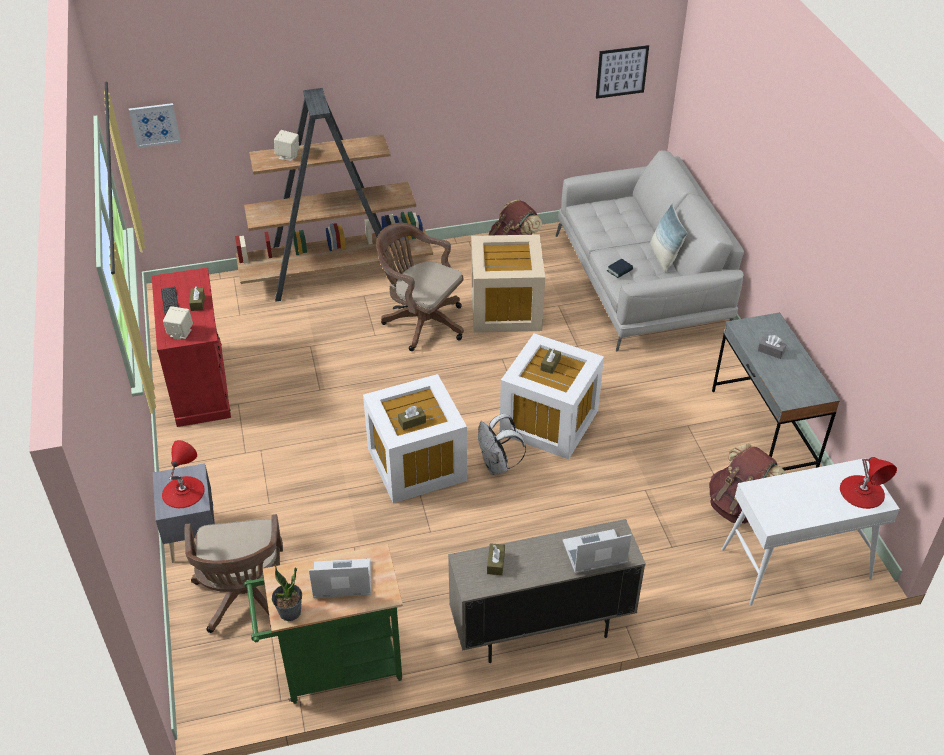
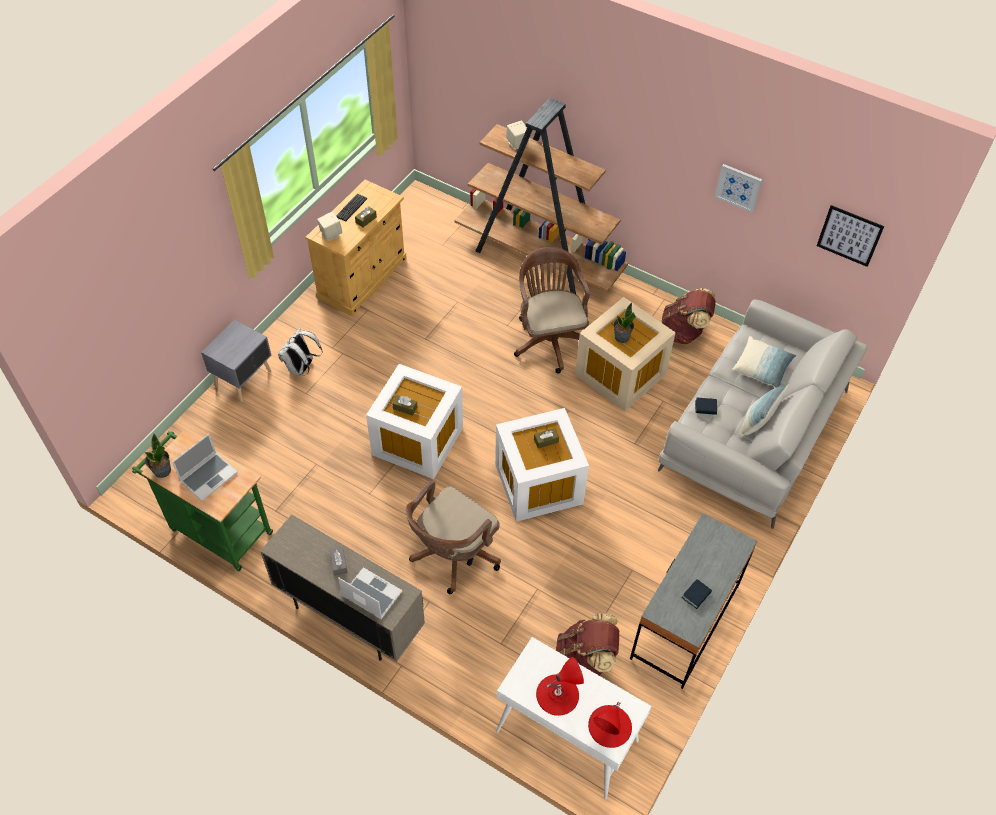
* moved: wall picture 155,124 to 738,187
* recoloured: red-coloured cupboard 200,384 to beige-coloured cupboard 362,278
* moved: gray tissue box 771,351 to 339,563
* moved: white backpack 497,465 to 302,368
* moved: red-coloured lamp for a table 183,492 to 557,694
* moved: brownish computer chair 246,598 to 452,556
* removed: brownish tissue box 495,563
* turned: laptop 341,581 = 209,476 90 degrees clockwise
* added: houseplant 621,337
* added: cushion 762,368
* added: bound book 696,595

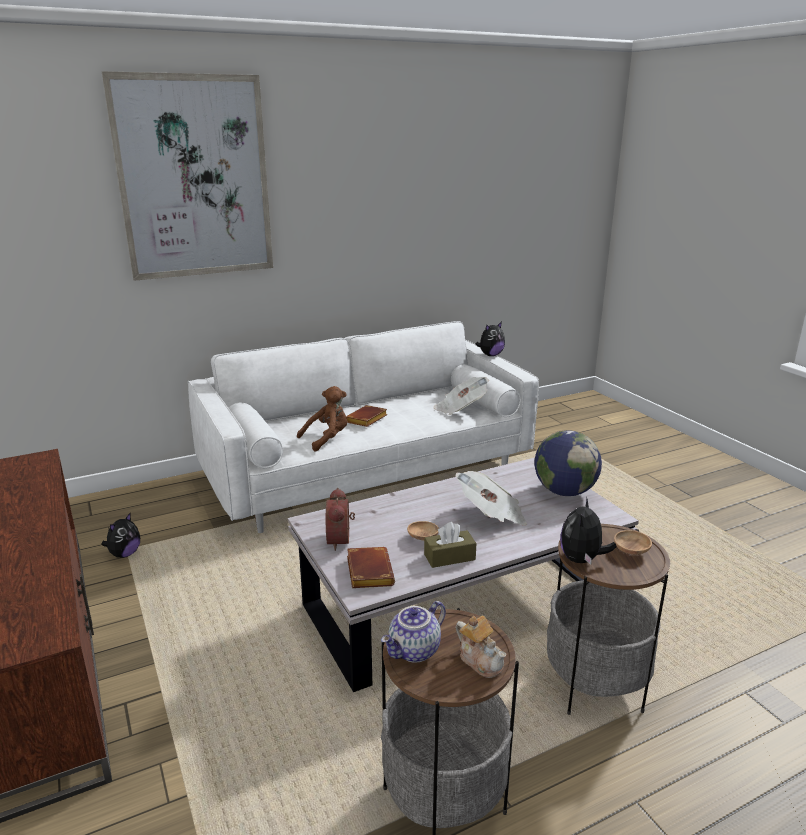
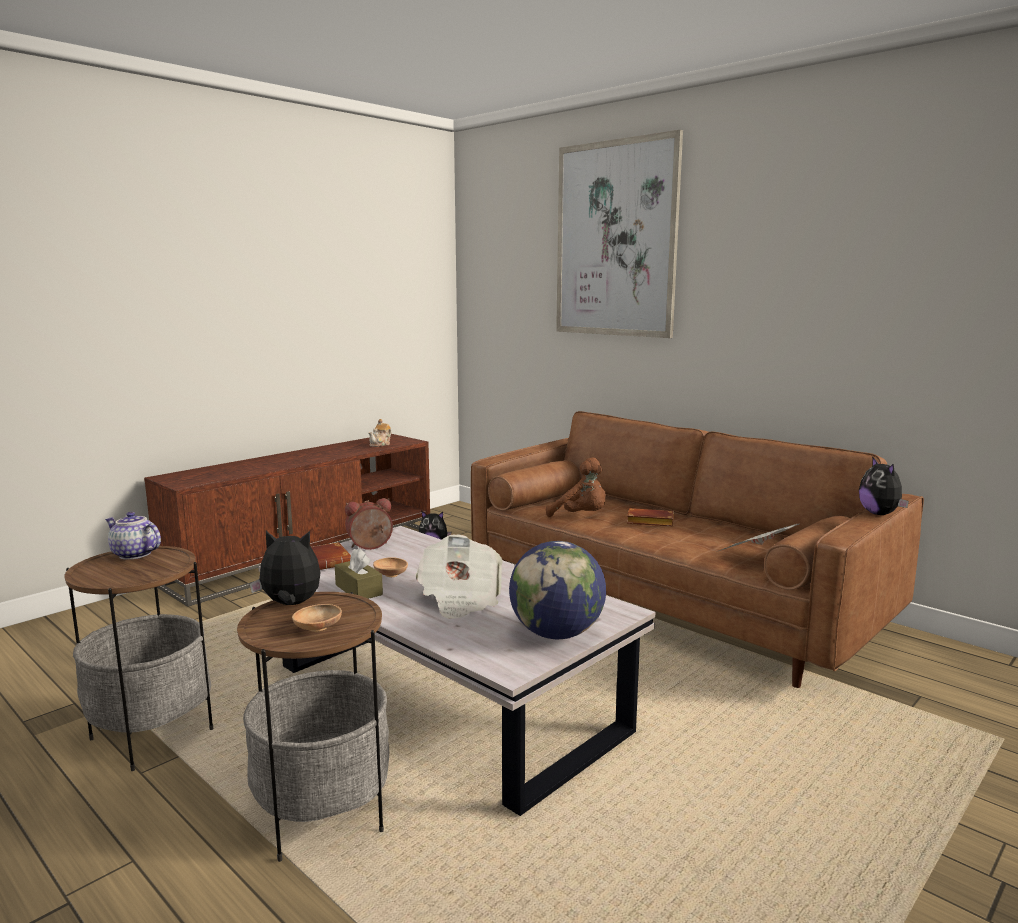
* recoloured: white couch 366,473 to brownish couch 671,602
* turned: soft toy 490,355 = 880,514 45 degrees clockwise
* moved: tea pot 480,660 to 381,444

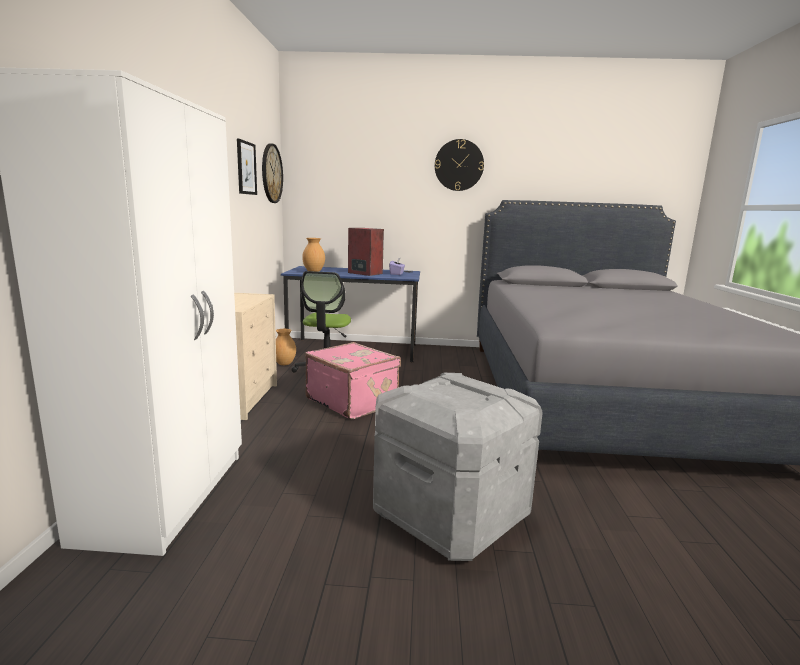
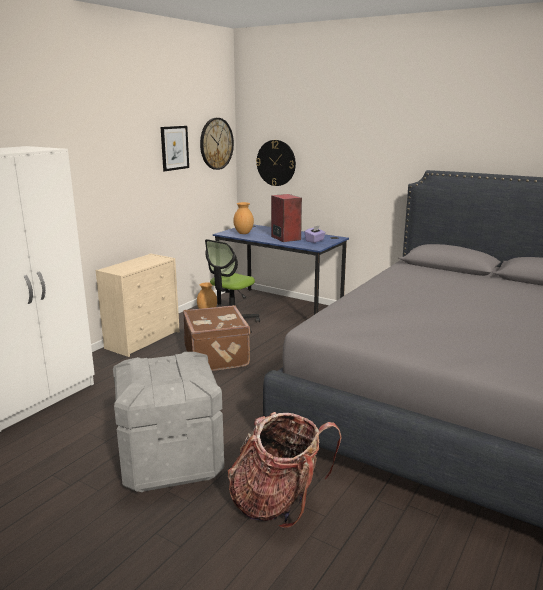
* moved: hanging clock 459,165 to 276,163
* recoloured: pinkish travel case 353,401 to brownish travel case 217,356
* added: backpack 278,502

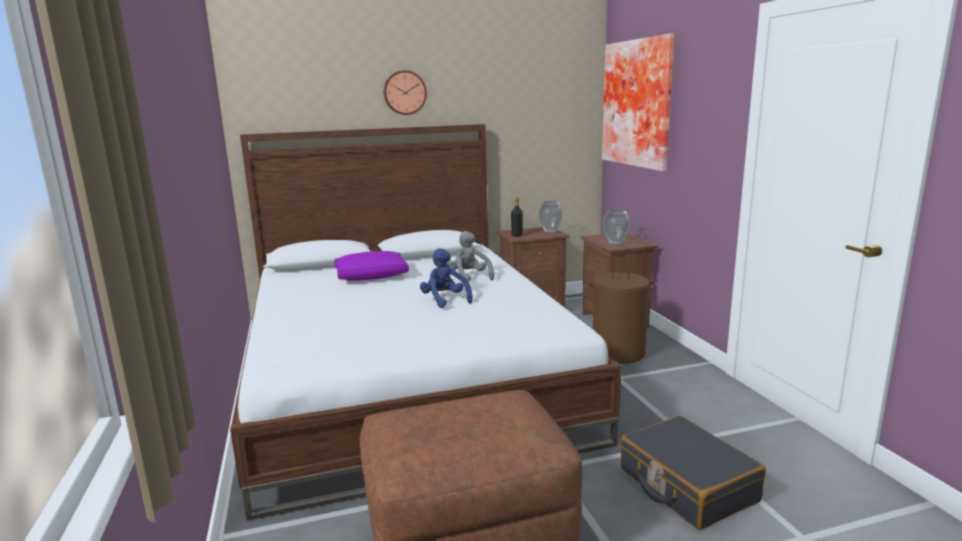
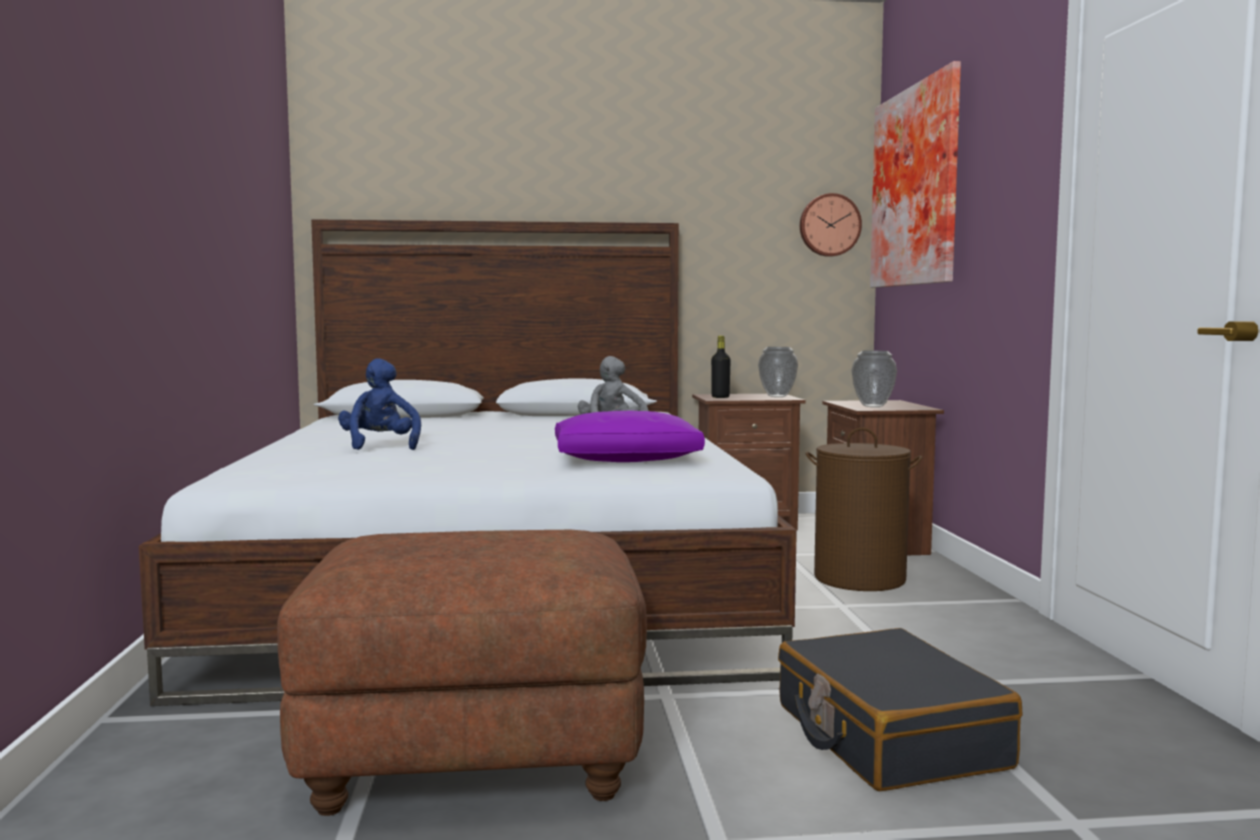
* moved: hanging clock 404,92 to 829,225
* moved: blue soft toy 445,300 to 380,446
* moved: purple-coloured cushion 372,276 to 628,459

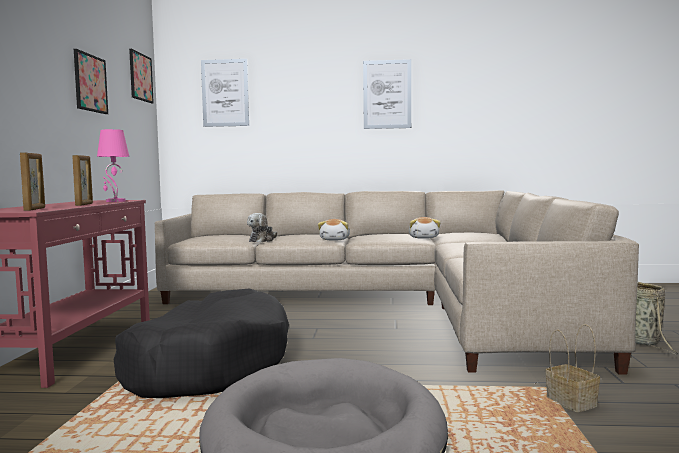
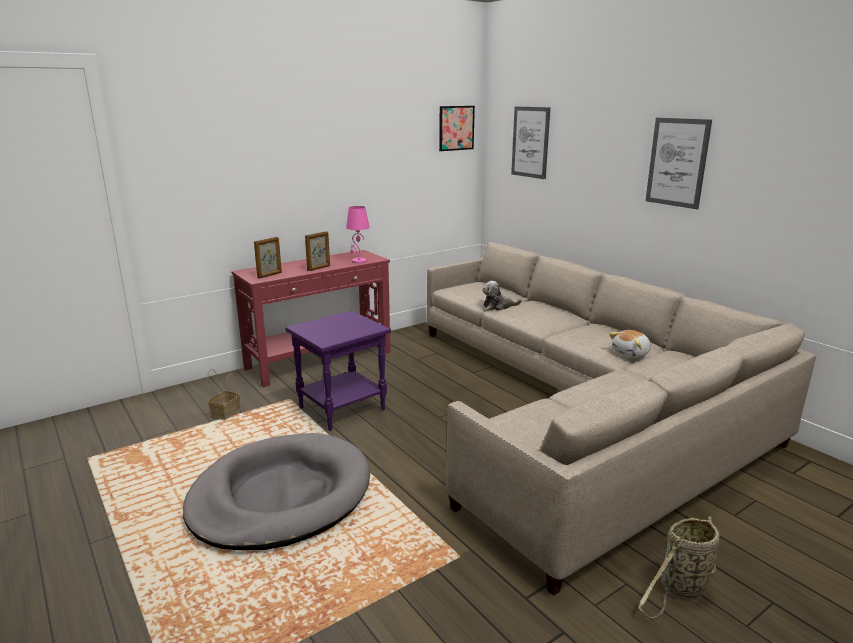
* removed: wall picture 90,83
* removed: soft toy 335,240
* replaced: black dog cushion 208,365 to purple-coloured side table 342,409
* moved: household basket 569,402 to 226,413

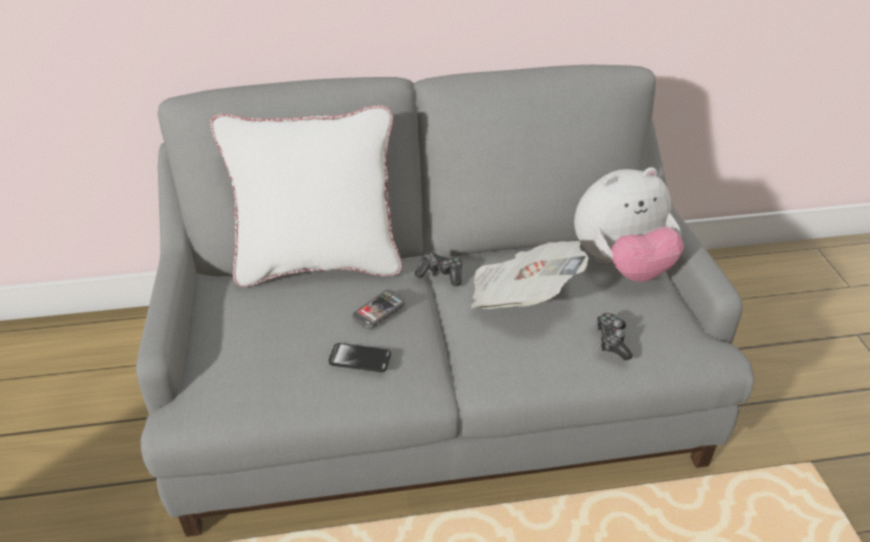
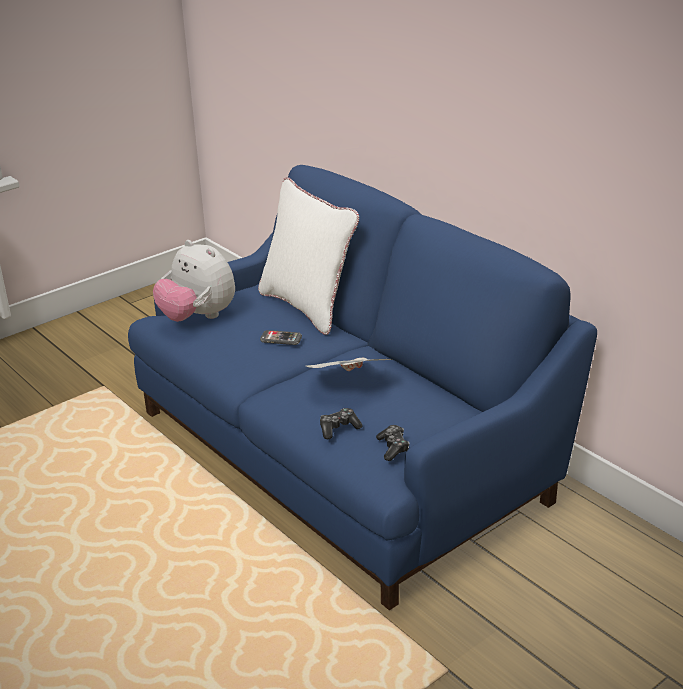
* recoloured: gray couch 436,383 to blue couch 345,451
* moved: soft toy 621,265 to 198,317
* moved: game controller 441,274 to 393,448
* removed: handset 360,359

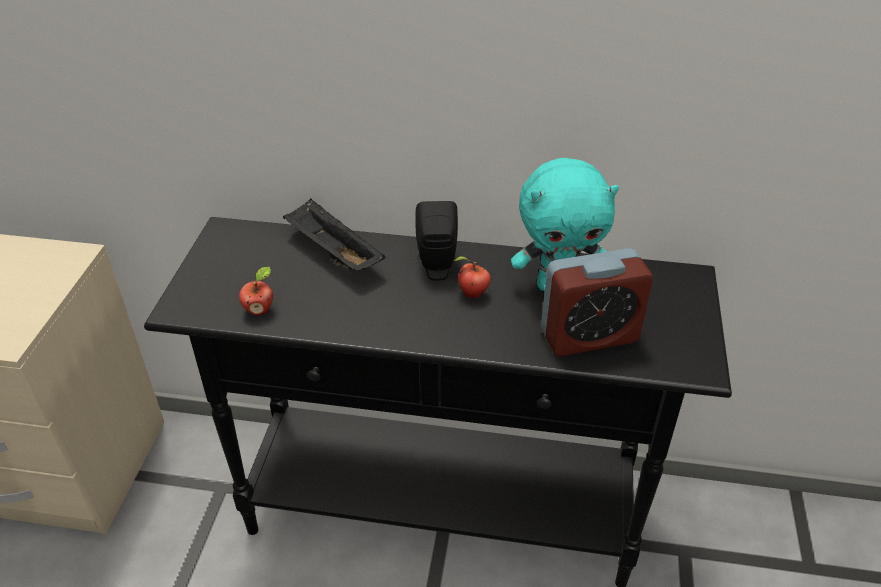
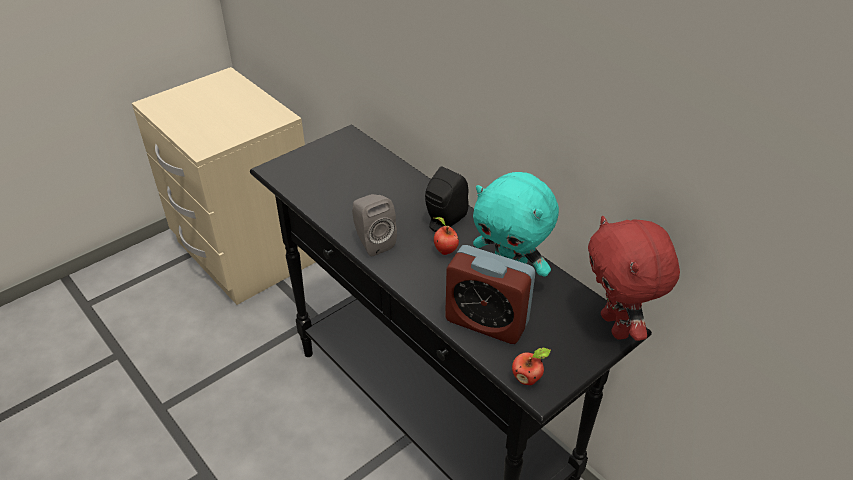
* removed: black serving tray 332,252
* moved: apple fruit 260,310 to 528,379
* added: gray audio speaker 373,242
* added: red-coloured soft toy 617,326

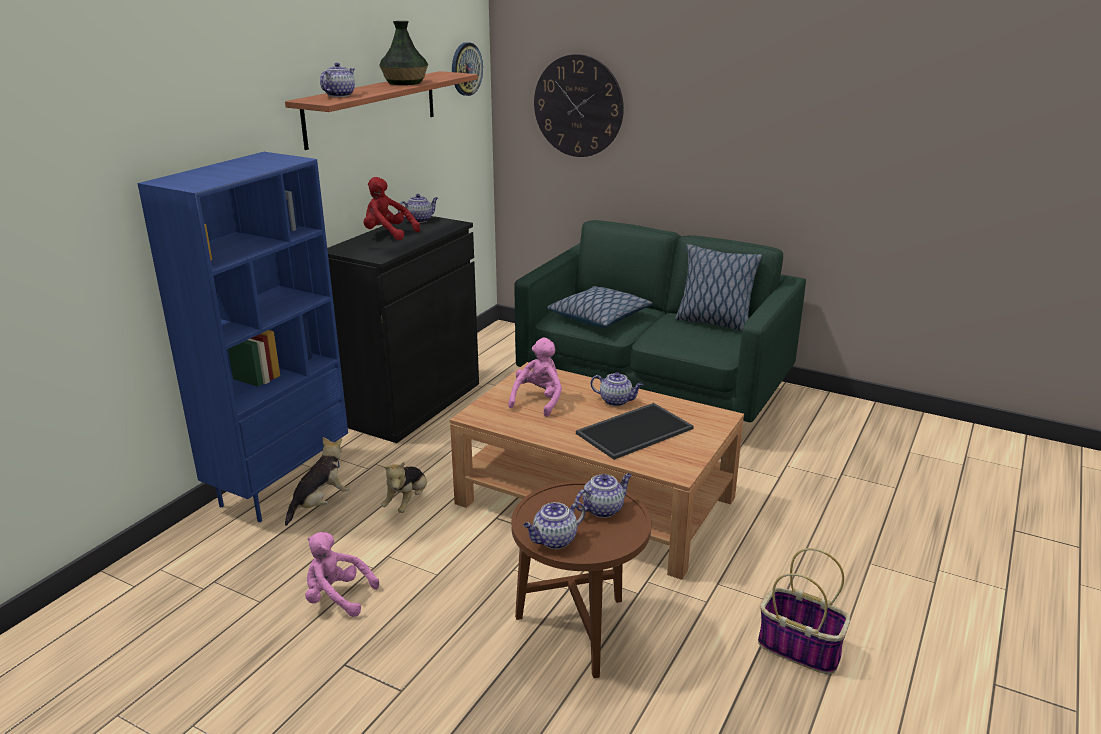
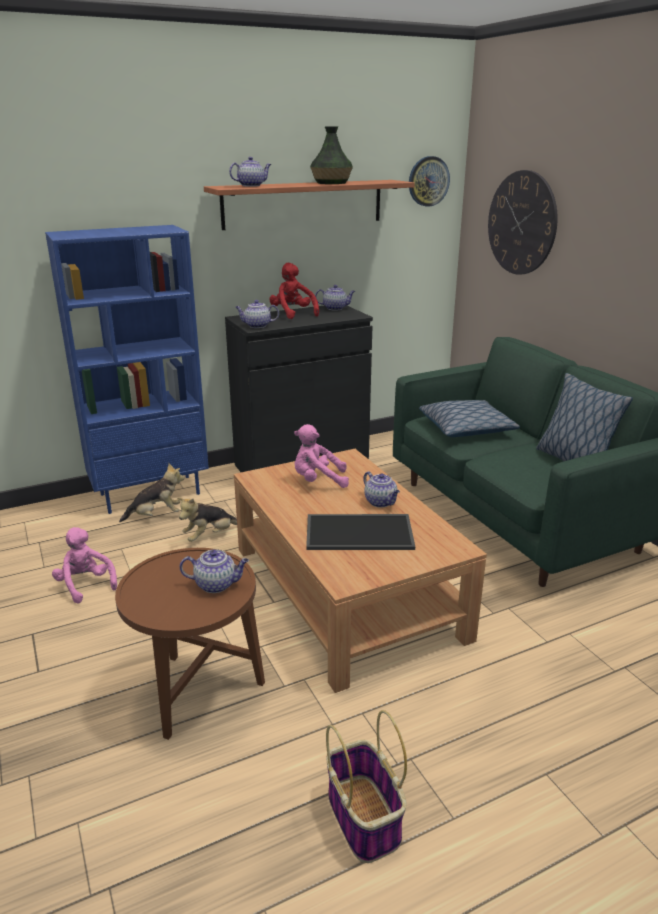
* turned: pinkish soft toy 538,400 = 318,481 150 degrees counterclockwise
* moved: tea pot 554,541 to 257,326

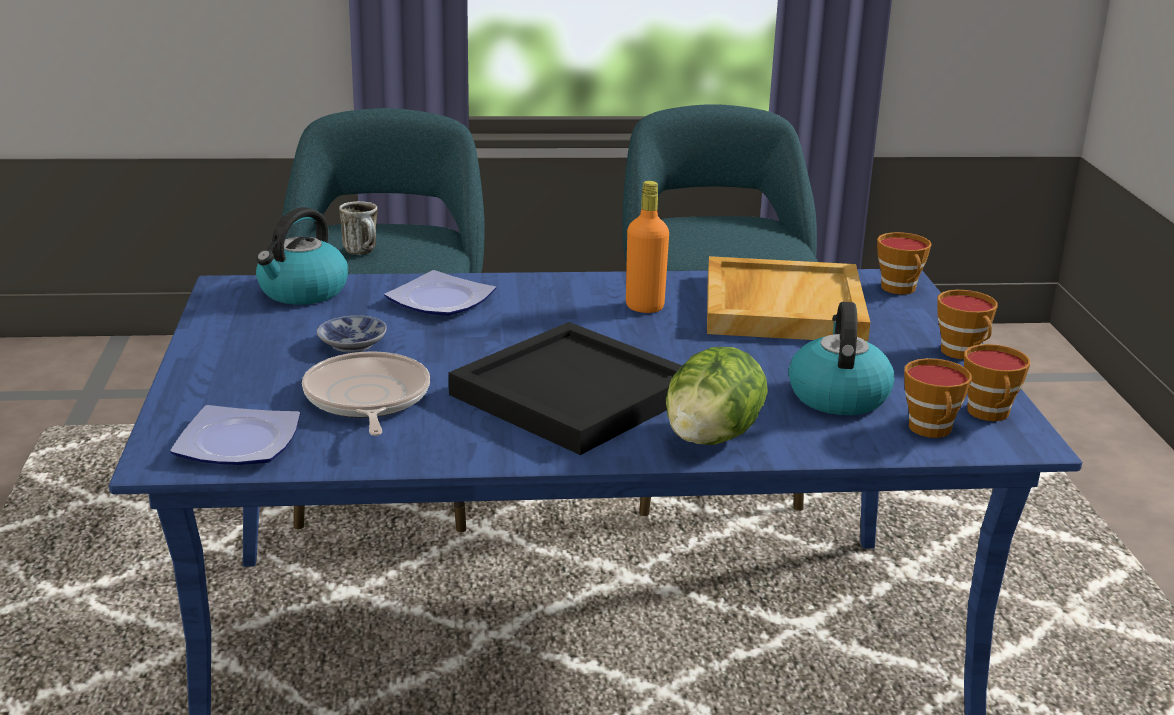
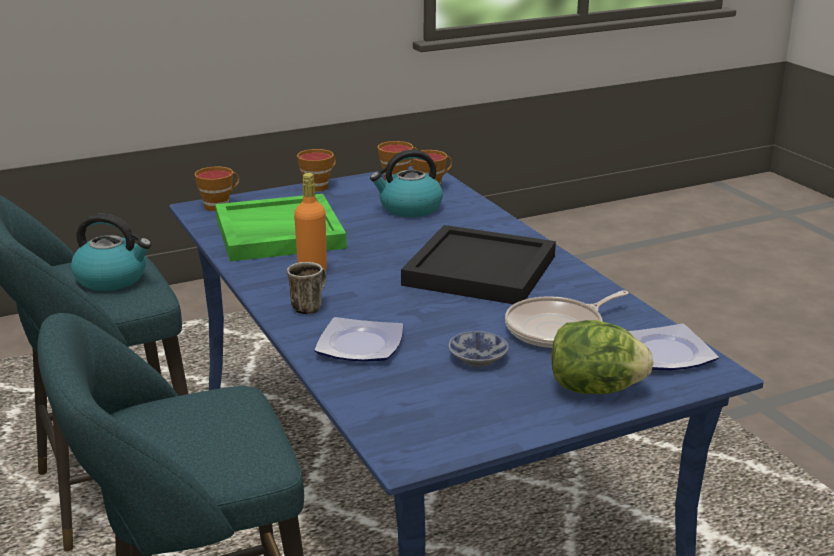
* moved: mug 364,252 to 309,306
* moved: tea kettle 302,292 to 112,278
* recoloured: beige-coloured serving tray 781,306 to green-coloured serving tray 278,233
* moved: head of lettuce 711,438 to 595,389

